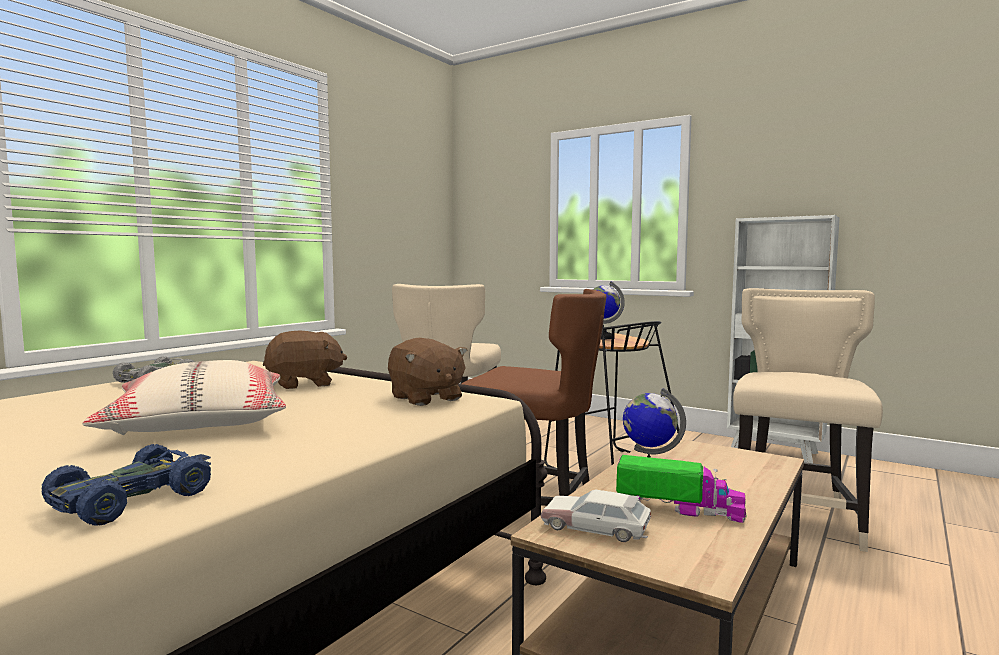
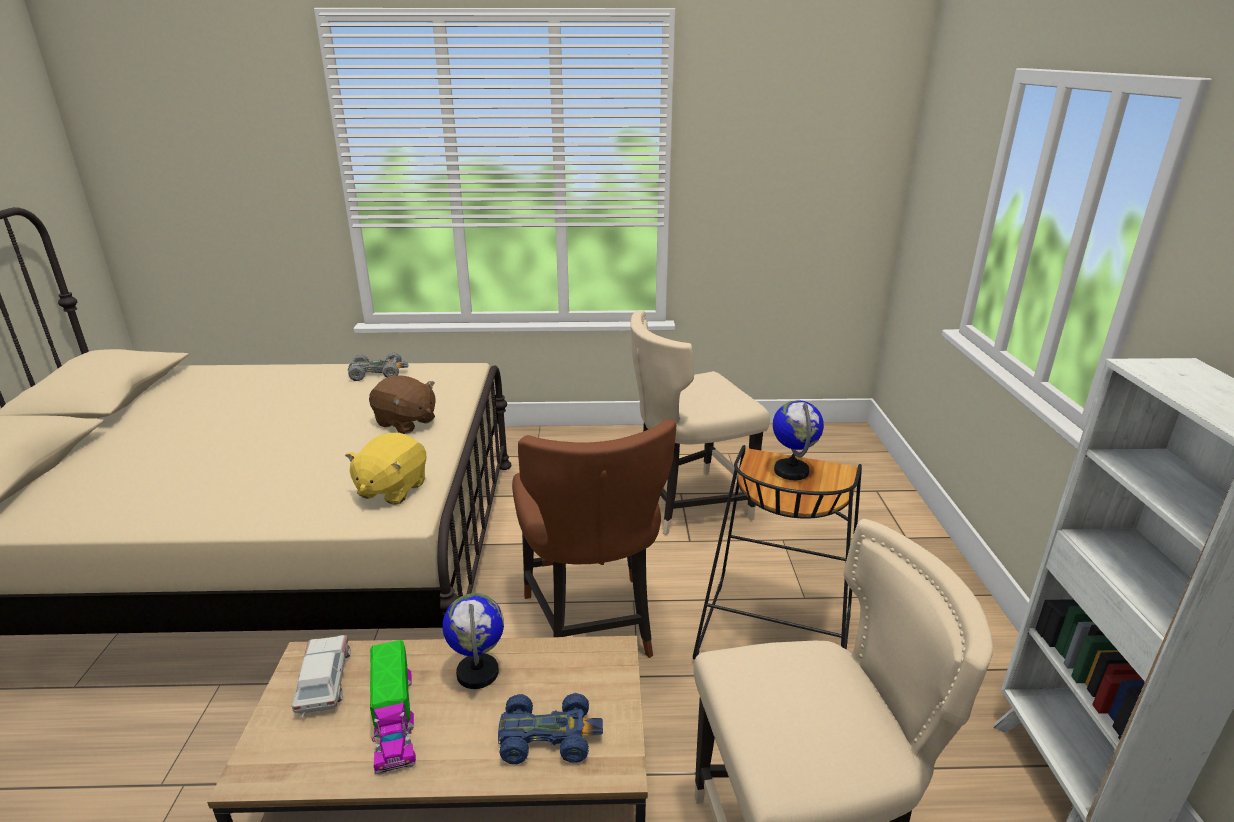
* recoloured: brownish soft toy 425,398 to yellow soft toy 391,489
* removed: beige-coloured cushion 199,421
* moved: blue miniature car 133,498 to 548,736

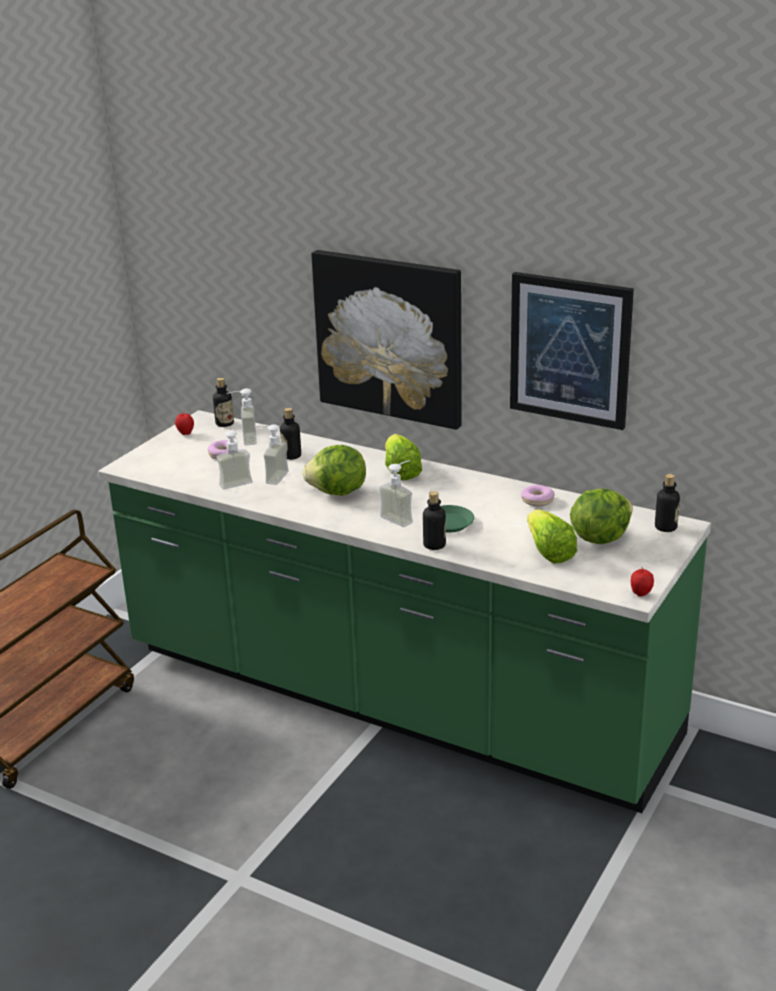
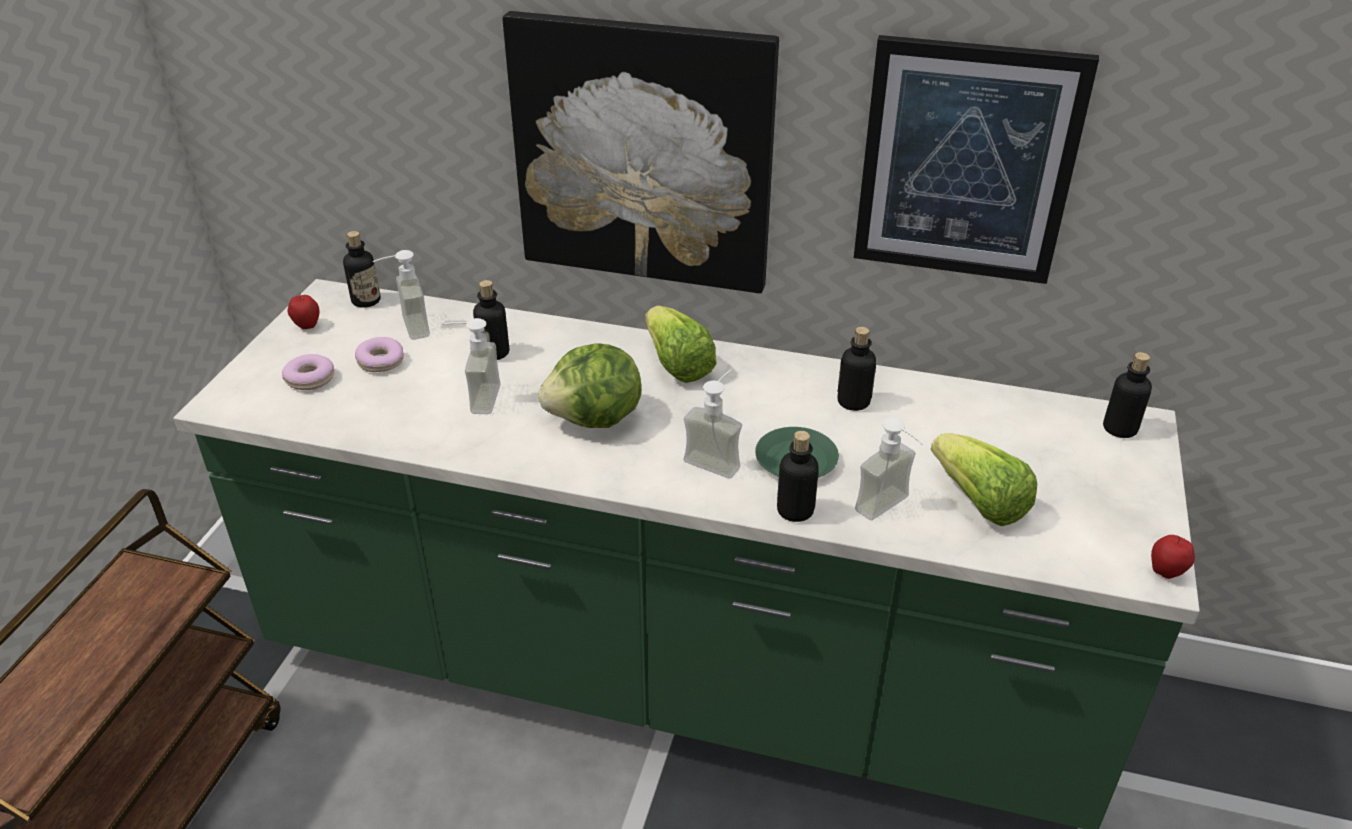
* moved: soap bottle 238,487 to 890,510
* moved: donut 537,500 to 310,379
* removed: head of lettuce 599,537
* added: beverage bottle 853,402

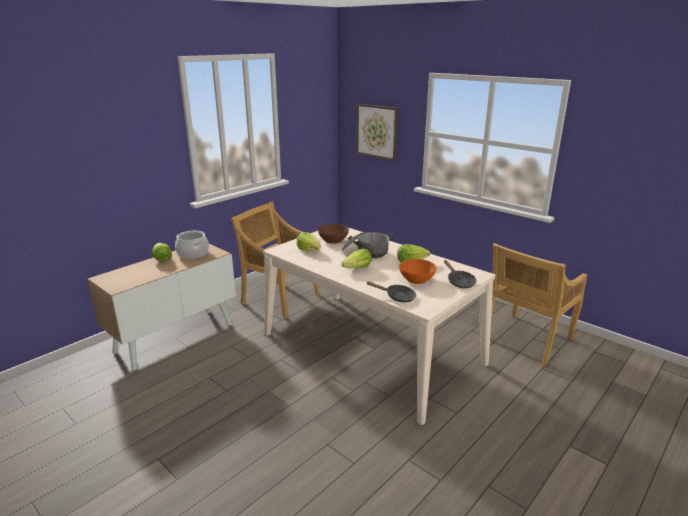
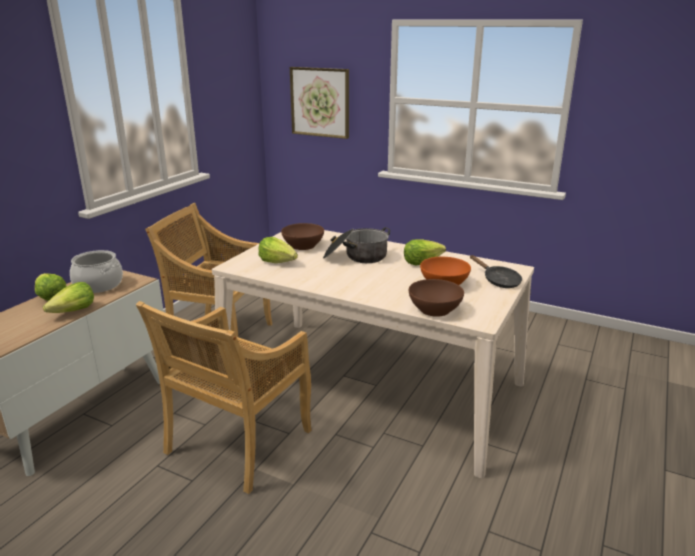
* moved: beige-coloured upright chair 526,339 to 237,443
* moved: head of lettuce 357,268 to 74,311
* replaced: black pan 397,297 to brownish deep dish 434,309

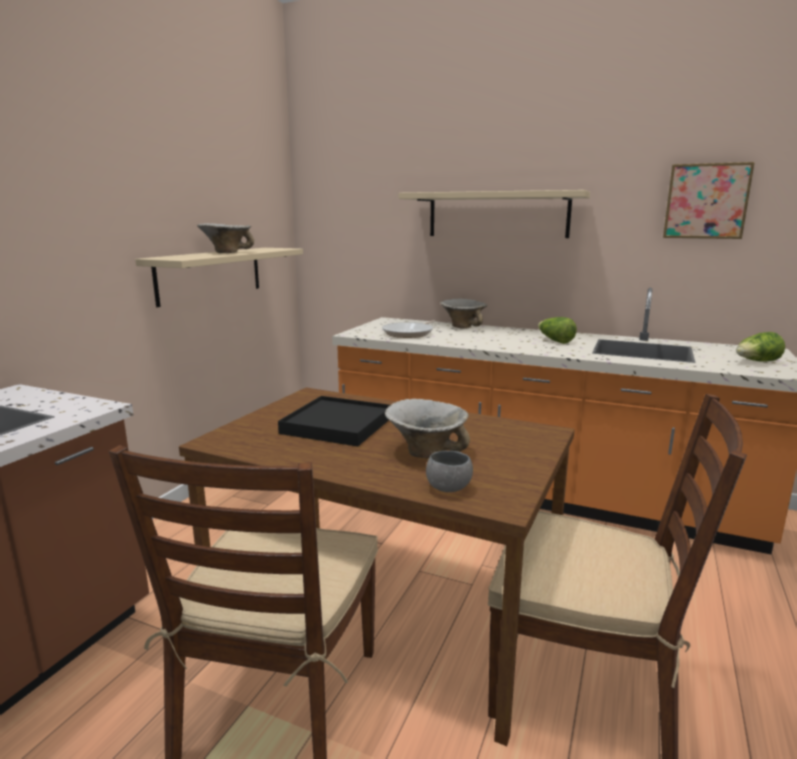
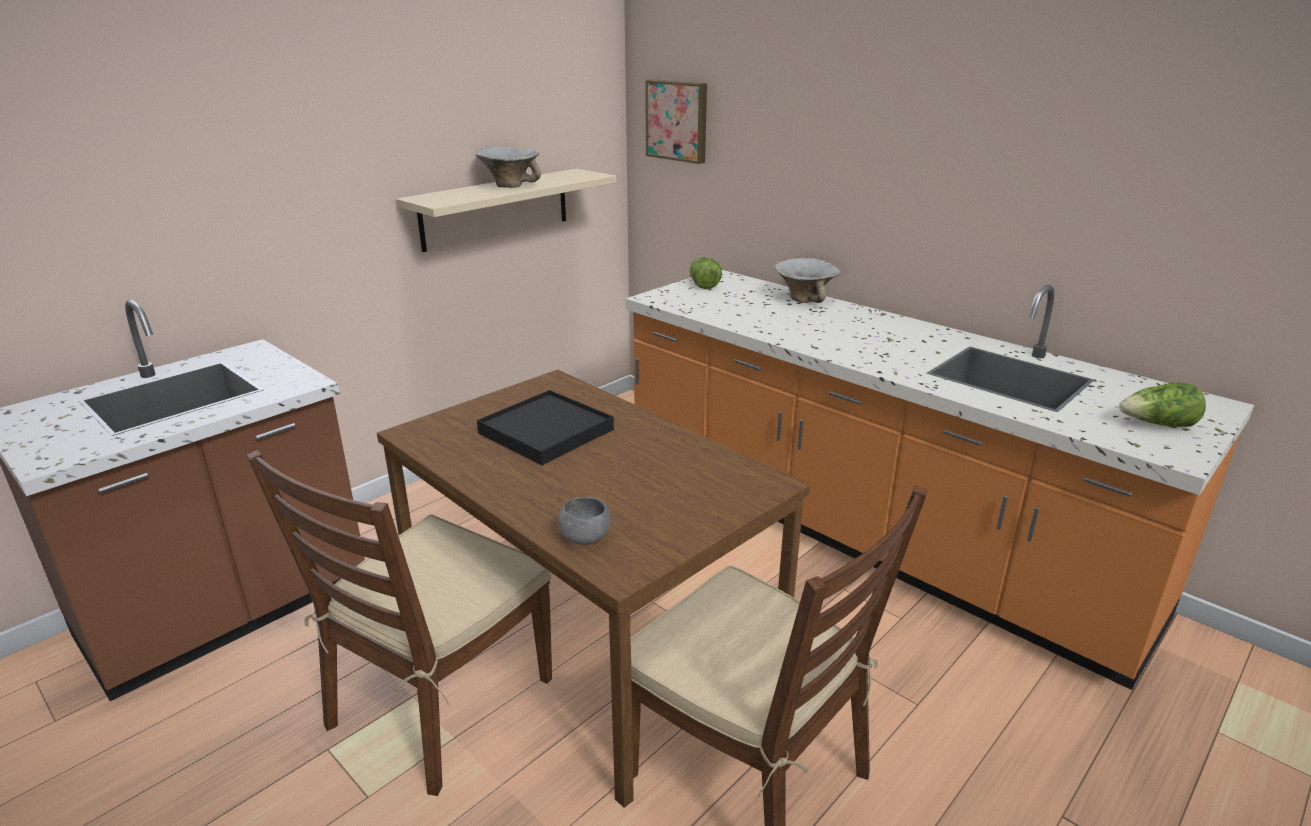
* moved: wall picture 706,201 to 678,120
* removed: beige-coloured bracket shelf 497,215
* moved: head of lettuce 555,341 to 703,284
* removed: pan 409,333
* removed: deep dish 426,452

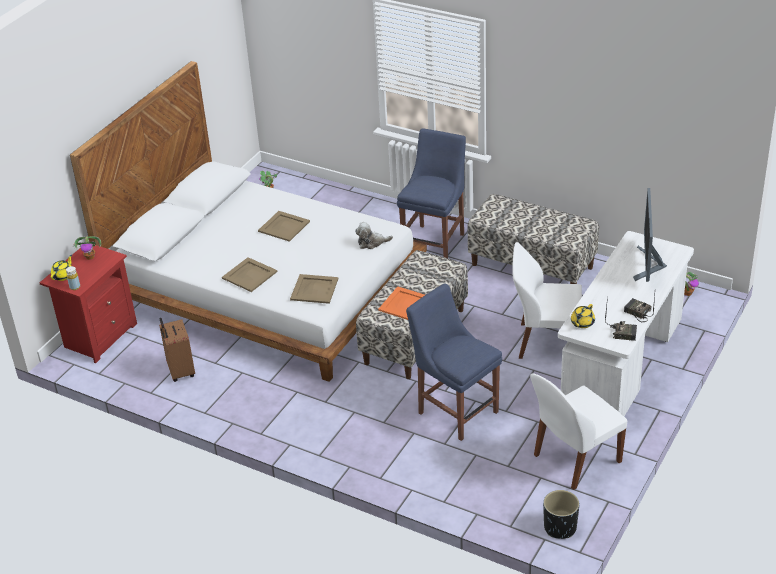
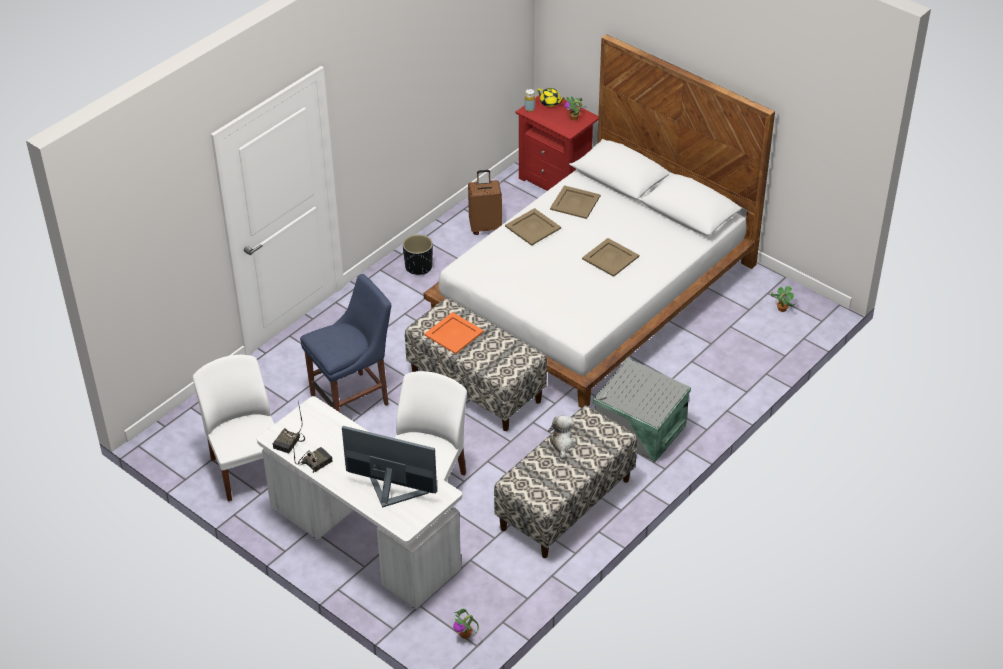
* replaced: blue upright chair 435,241 to gray storage box 639,430
* moved: soft toy 372,243 to 562,443
* moved: beige-coloured serving tray 315,289 to 575,203
* removed: yellow tea pot 582,323
* moved: black flower pot 560,527 to 419,267

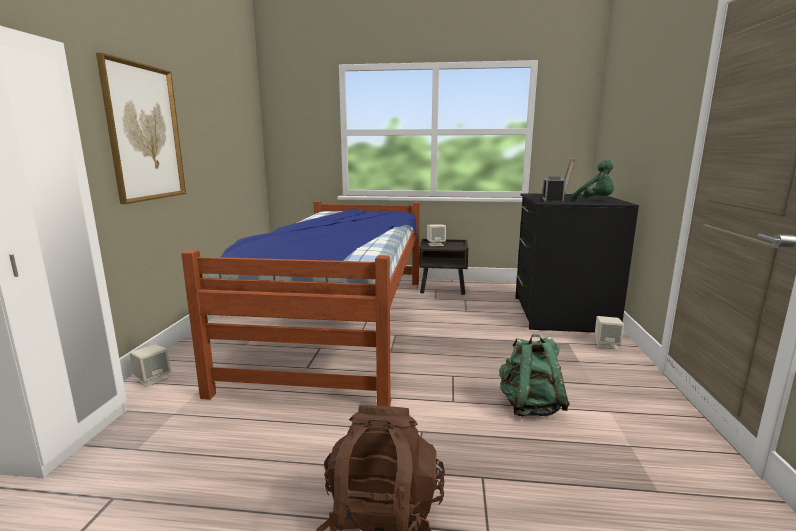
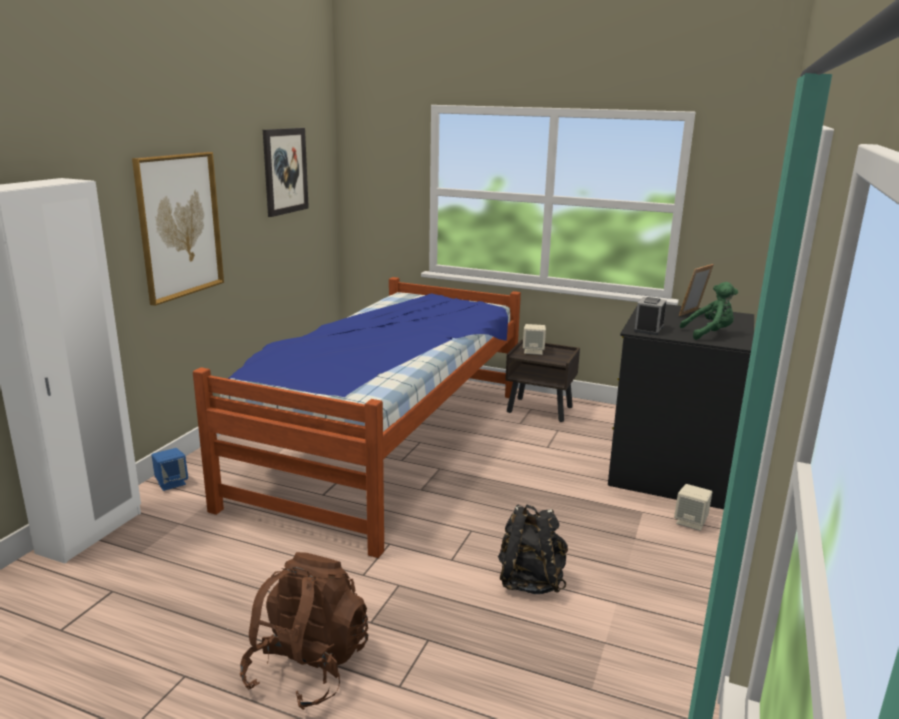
* turned: green-coloured soft toy 595,201 = 709,334 75 degrees counterclockwise
* recoloured: green-coloured backpack 530,407 to black backpack 530,581
* recoloured: beige-coloured audio speaker 153,379 to blue audio speaker 171,483
* added: wall picture 285,171

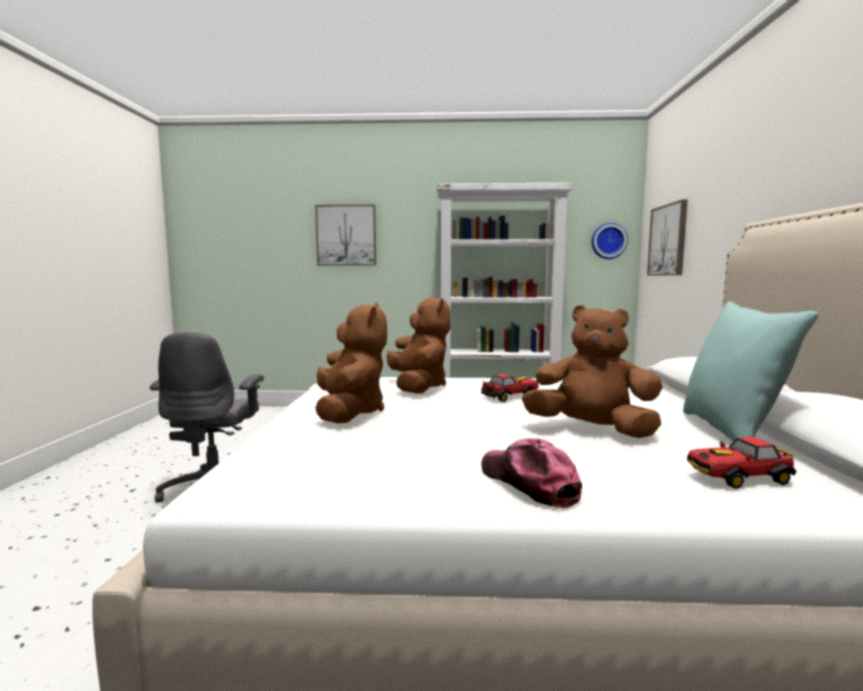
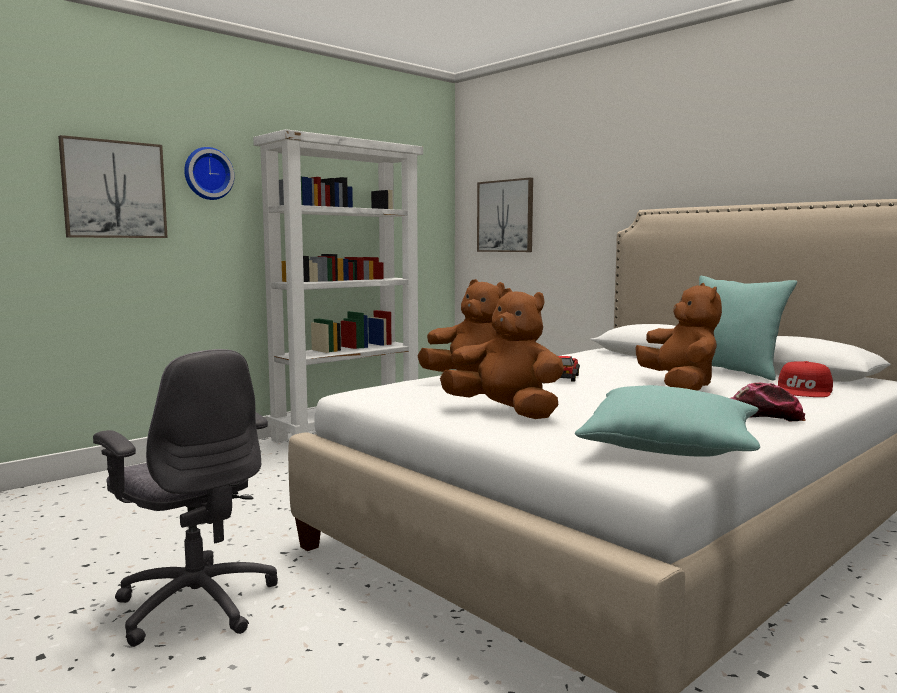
* moved: hanging clock 608,241 to 207,174
* turned: brownish soft toy 591,430 = 679,386 105 degrees clockwise
* replaced: miniature car 737,478 to red-coloured baseball cap 804,391
* added: turquoise-coloured cushion 670,447

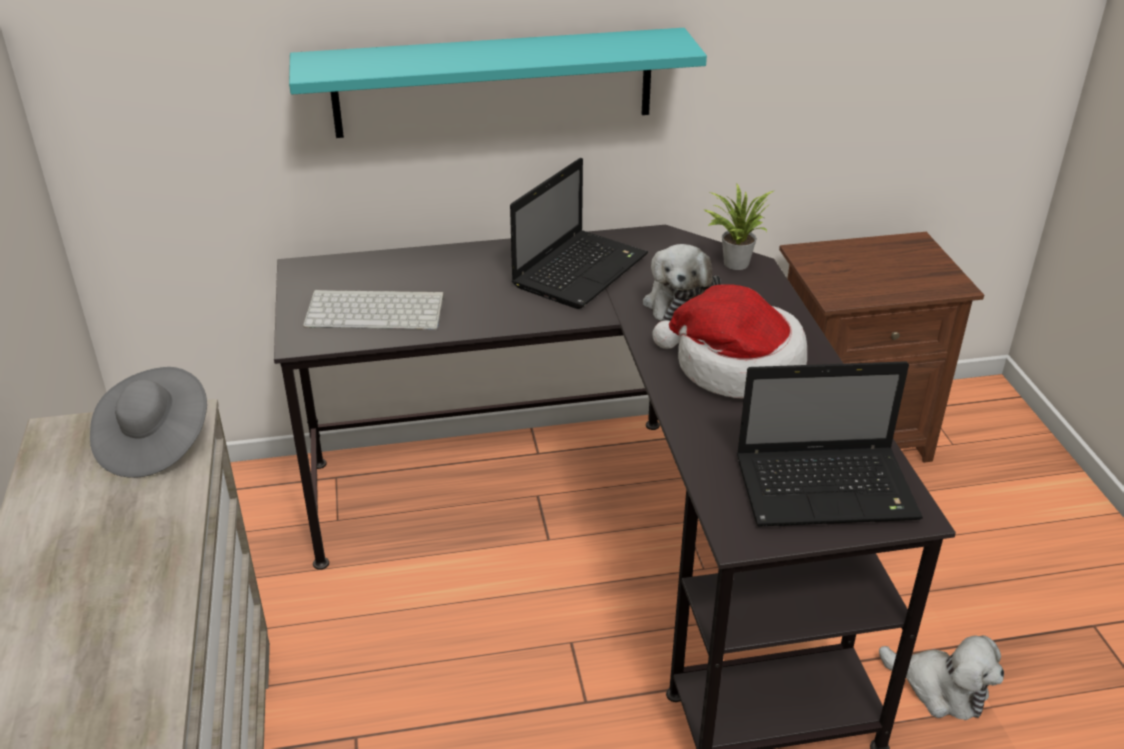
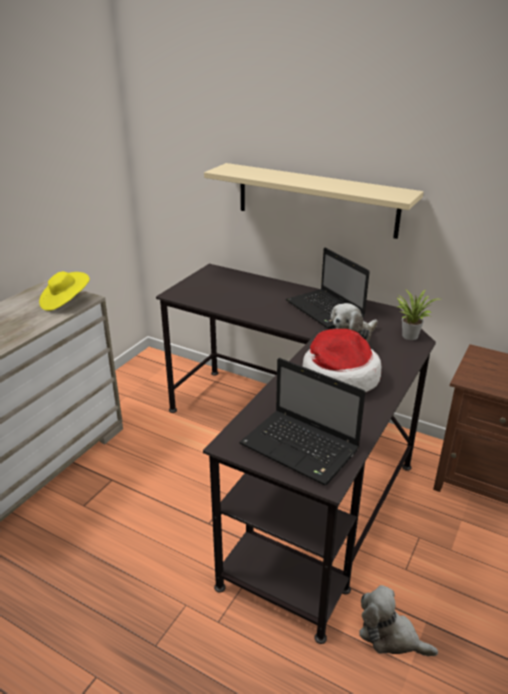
* recoloured: turquoise-coloured bracket shelf 493,83 to beige-coloured bracket shelf 316,200
* turned: laptop 581,269 = 326,310 75 degrees clockwise
* removed: keyboard 377,310
* recoloured: gray clothing hat 154,443 to yellow clothing hat 65,302
* turned: soft toy 941,689 = 390,636 135 degrees clockwise

